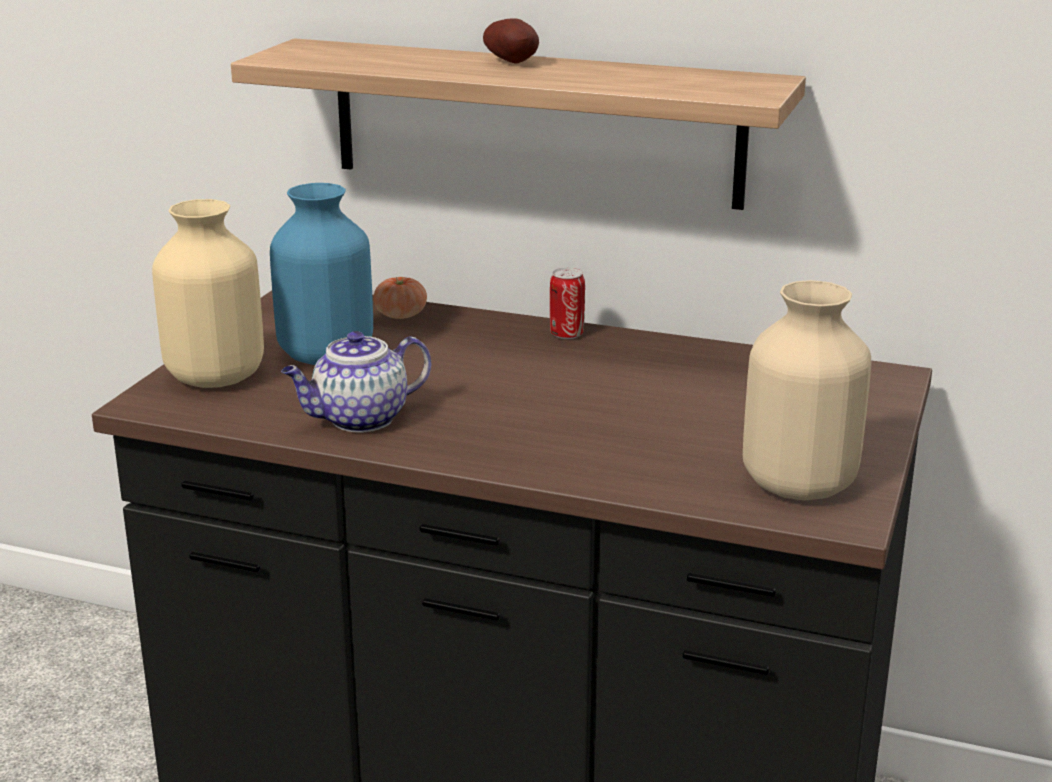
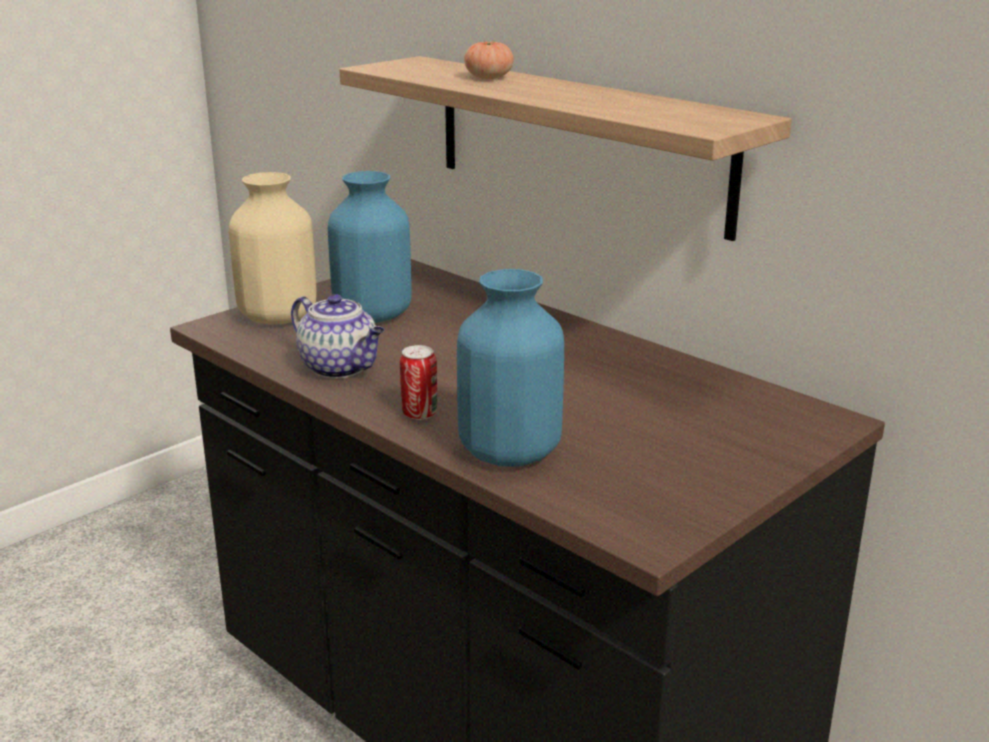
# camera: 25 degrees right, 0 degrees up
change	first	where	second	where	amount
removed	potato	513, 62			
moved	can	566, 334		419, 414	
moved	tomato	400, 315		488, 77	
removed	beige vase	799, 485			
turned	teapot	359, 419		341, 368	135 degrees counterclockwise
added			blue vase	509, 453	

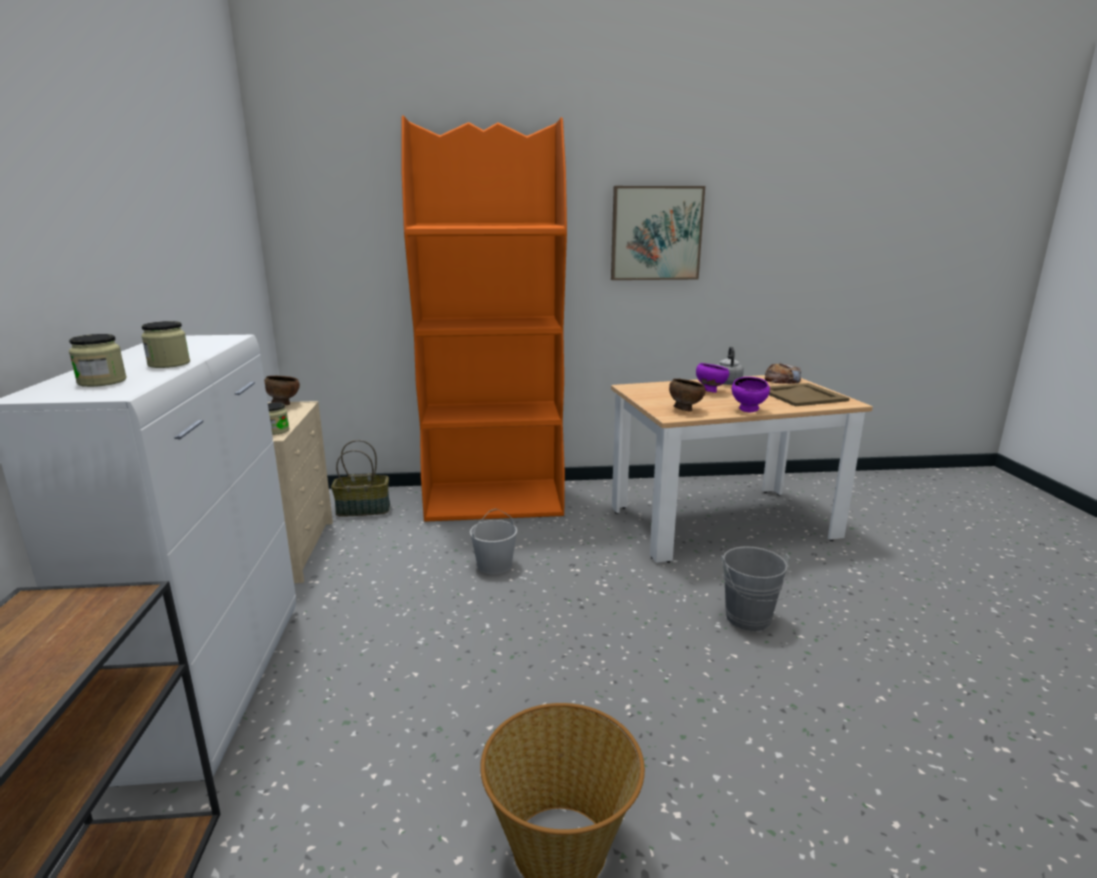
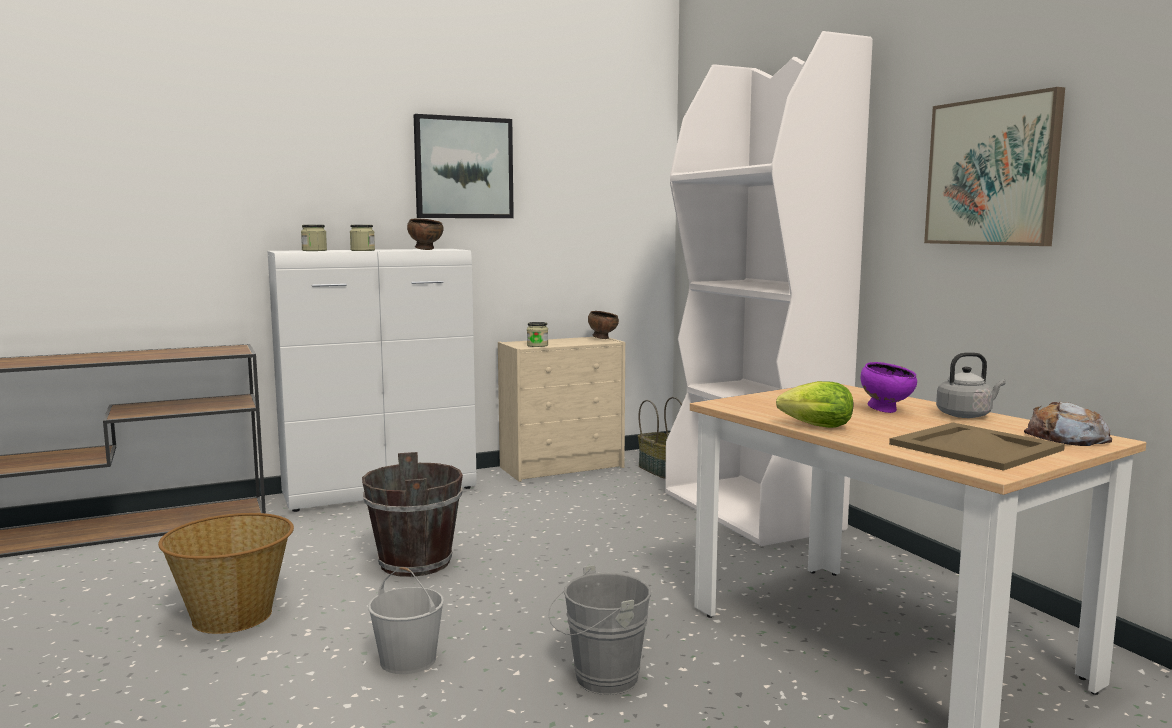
# camera: 70 degrees right, 10 degrees down
change	first	where	second	where	amount
recoloured	orange bookcase	495, 501	white bookcase	752, 511	
replaced	purple bowl	749, 410	lettuce	812, 426	
moved	brown bowl	685, 410		426, 249	
moved	white bucket	495, 565		409, 660	
added			picture	463, 168	
added			brown bucket	416, 563	

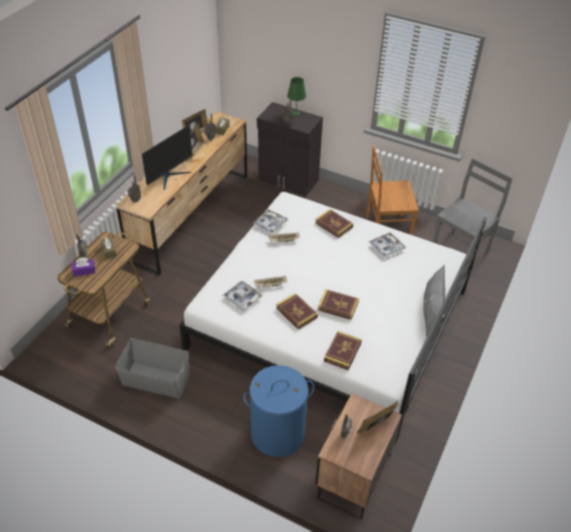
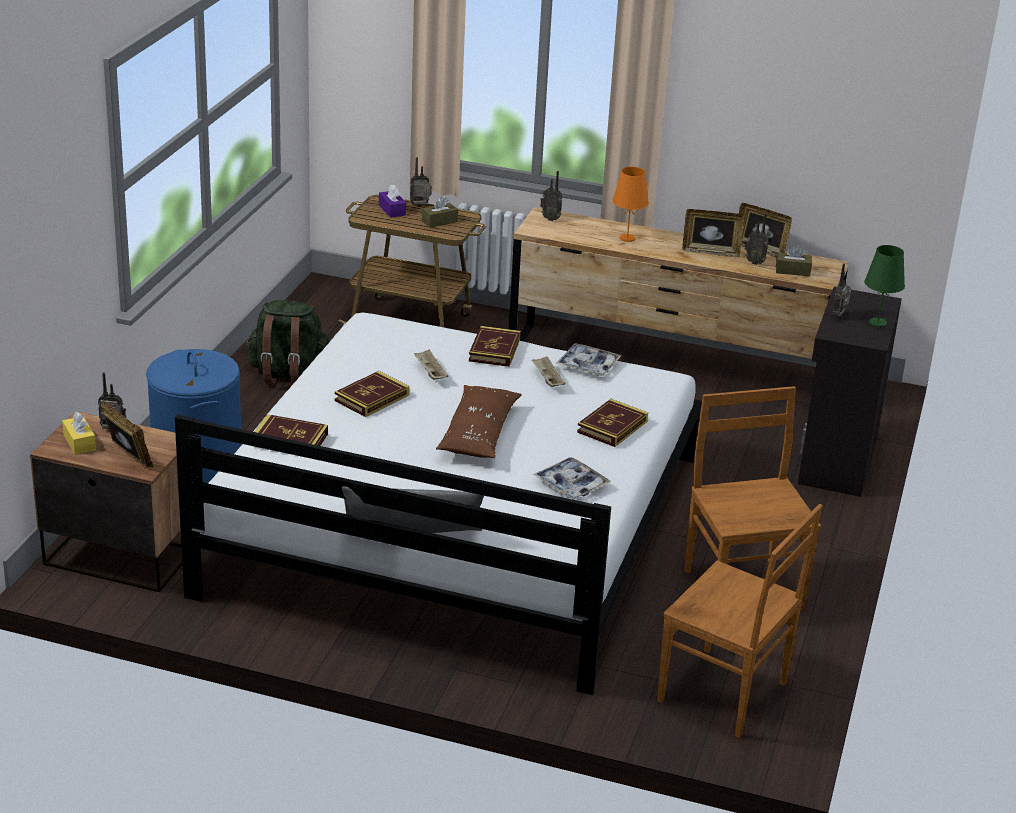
# camera: 80 degrees right, 15 degrees down
change	first	where	second	where	amount
replaced	monitor	169, 176	orange table lamp	627, 238	
recoloured	grey chair	460, 249	brown chair	726, 694	
removed	tray	242, 298			
moved	book	338, 306		494, 350	
replaced	grey storage box	156, 380	green backpack	288, 374	
added			brown pillow	478, 433	
added			yellow tissue box	79, 442	

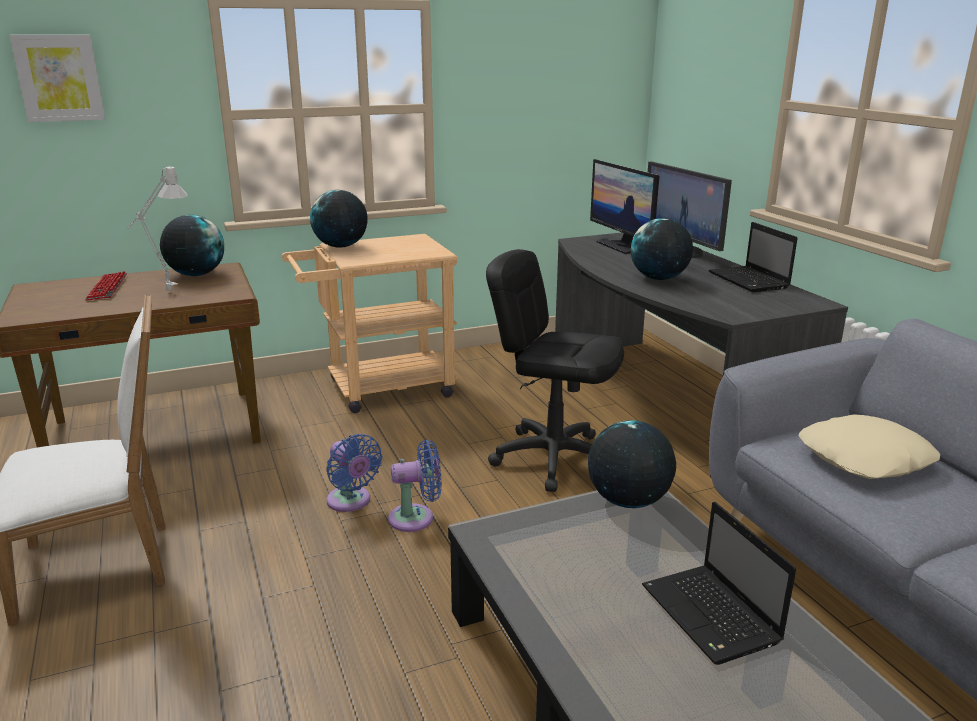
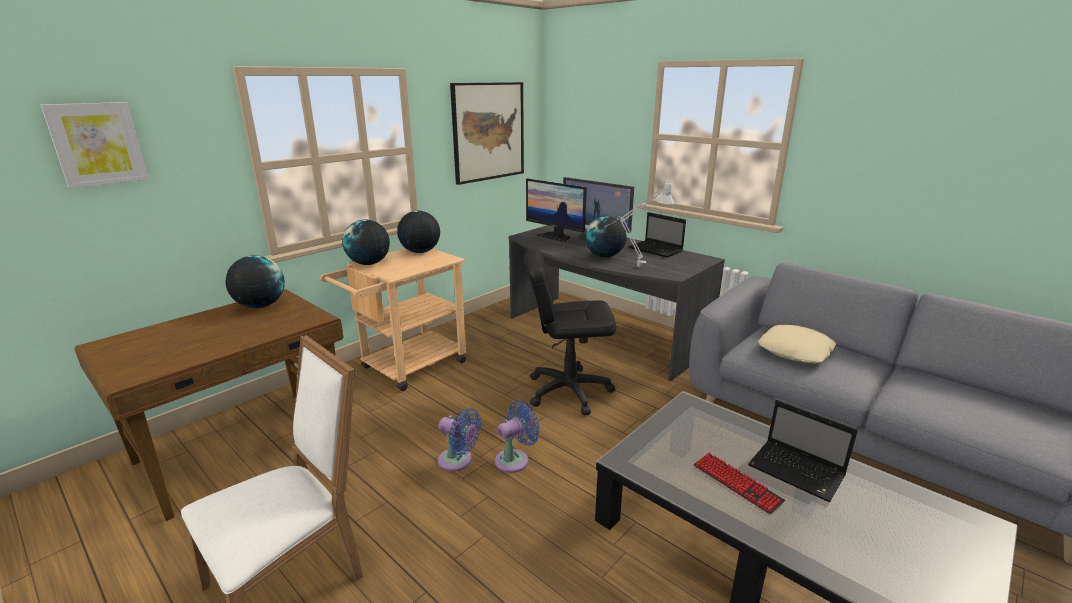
# camera: 25 degrees left, 0 degrees up
change	first	where	second	where	amount
moved	grey table lamp	165, 290		633, 267	
moved	keyboard	107, 288		736, 483	
moved	globe	628, 501		420, 252	
added			picture	488, 131	

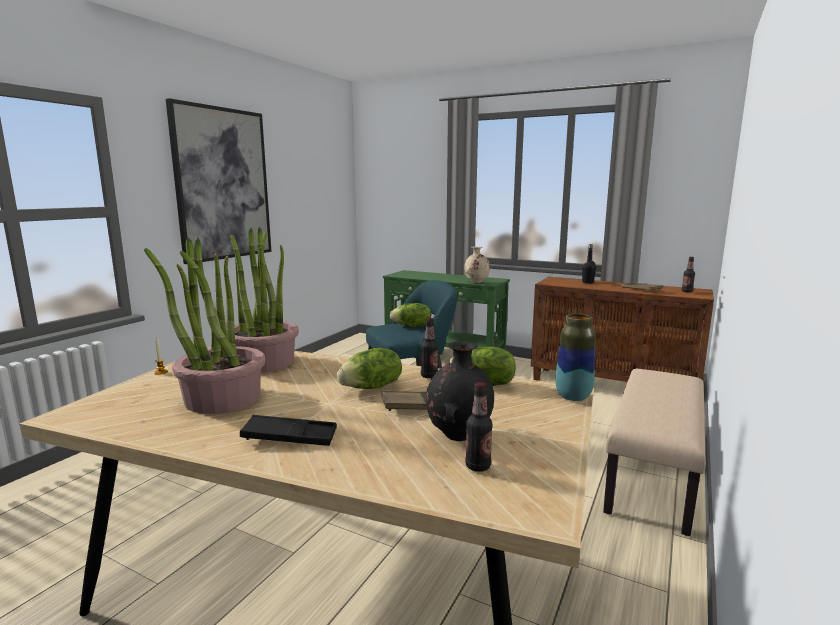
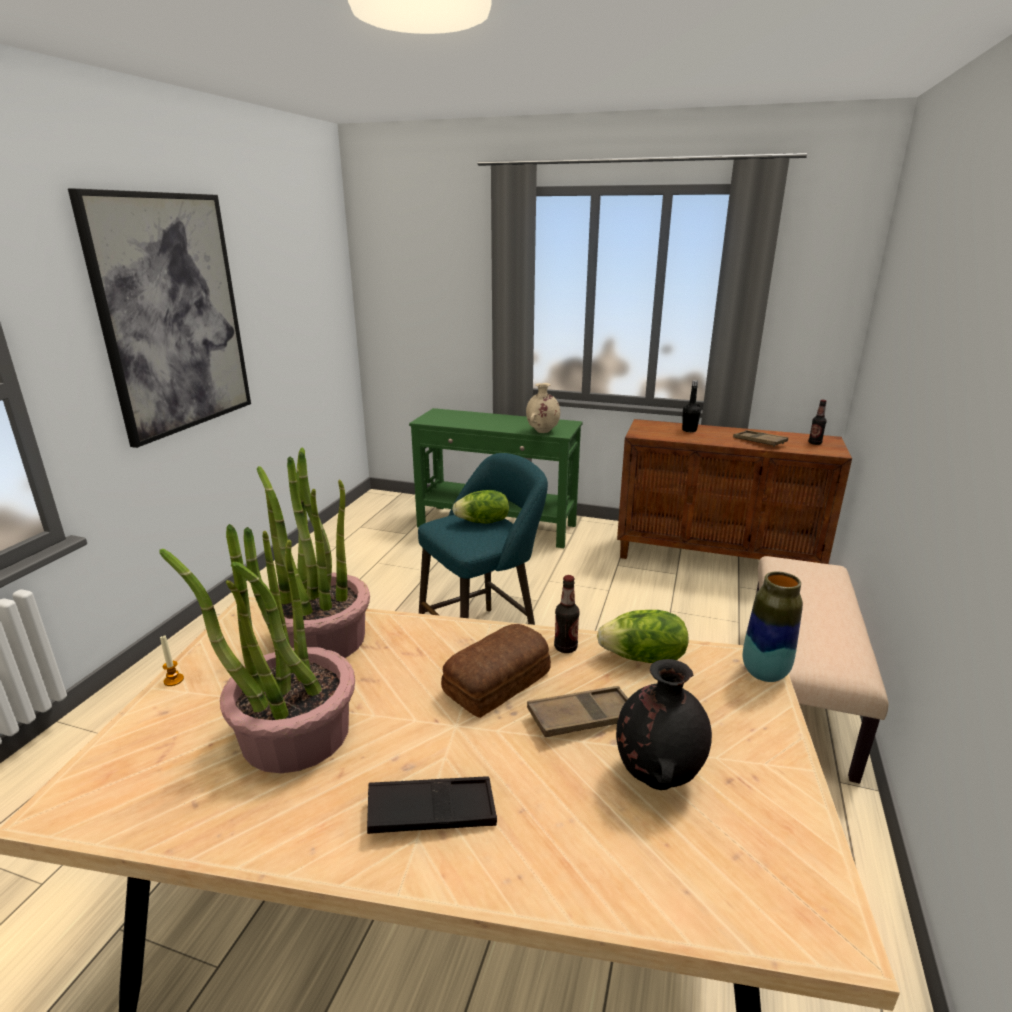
# camera: 10 degrees left, 10 degrees up
change	first	where	second	where	amount
replaced	lettuce	372, 387	bread	499, 682	
removed	bottle	478, 466			

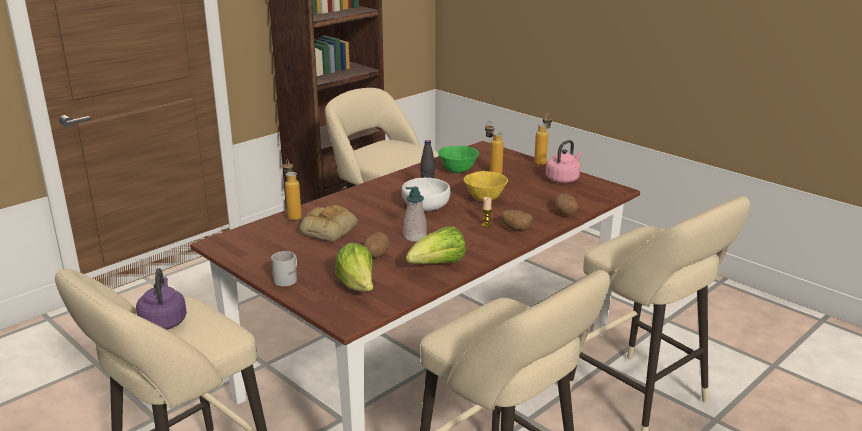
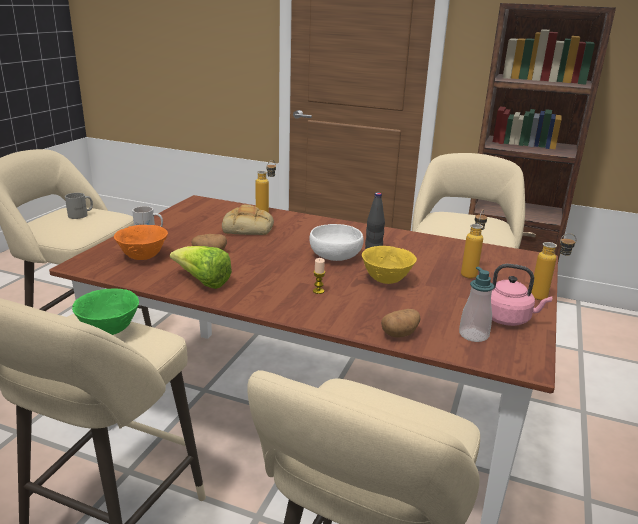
# camera: 65 degrees right, 0 degrees up
change	first	where	second	where	amount
moved	green bowl	457, 171		109, 330	
moved	soap dispenser	415, 237		473, 335	
removed	potato	516, 229			
replaced	lettuce	358, 286	orange bowl	143, 257	
replaced	purple kettle	163, 321	grey mug	81, 215	

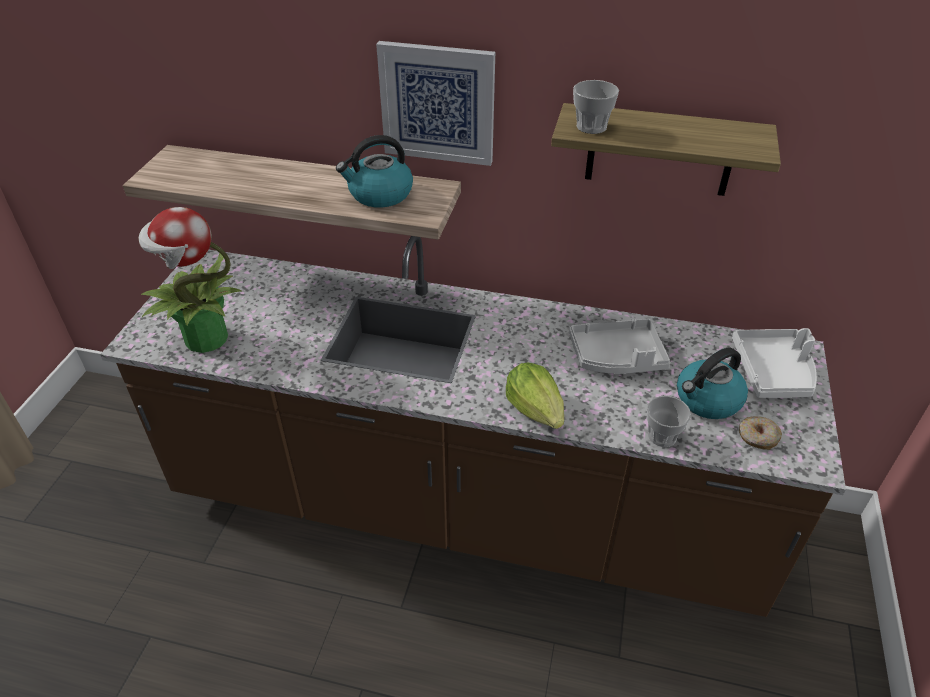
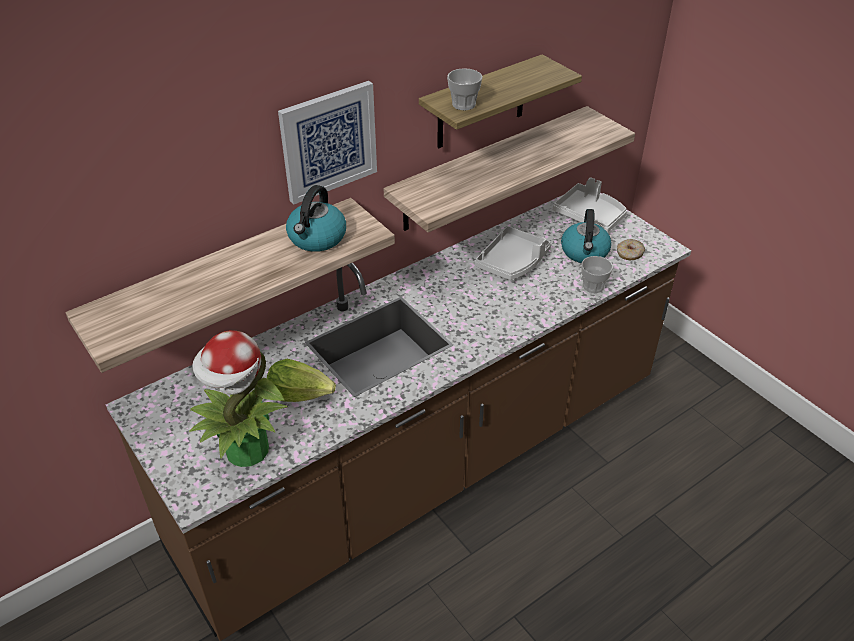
# camera: 50 degrees left, 0 degrees up
change	first	where	second	where	amount
moved	lettuce	536, 409		300, 393	
added			shelf	490, 168	

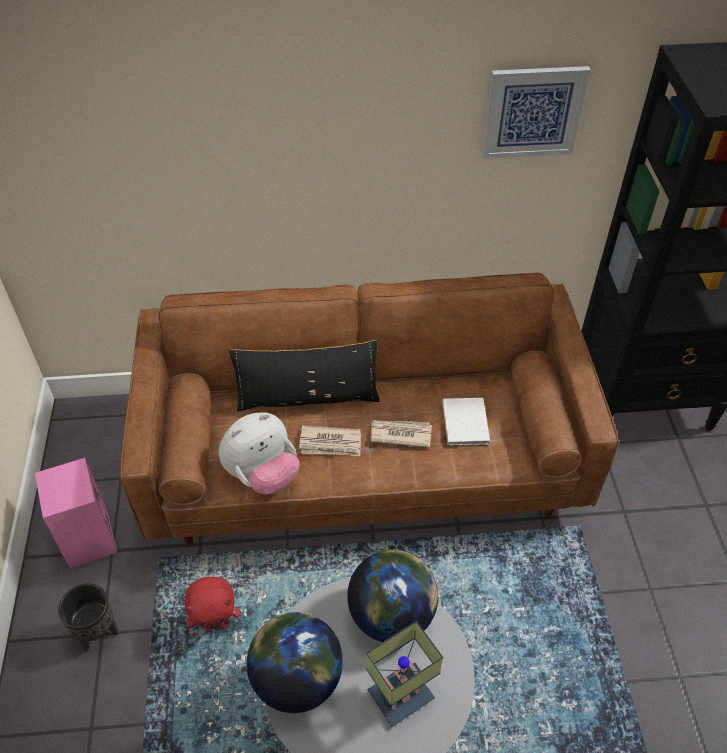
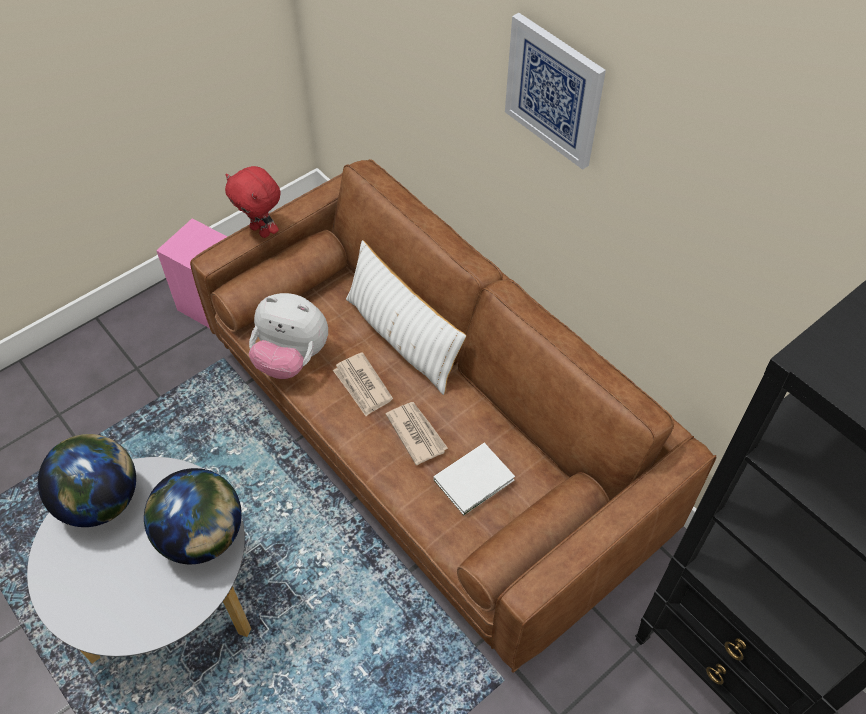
# camera: 55 degrees right, 5 degrees up
change	first	where	second	where	amount
moved	picture	533, 112		554, 90	
recoloured	black pillow	307, 398	white pillow	402, 338	
moved	red plush toy	217, 625		261, 231	
removed	black planter	98, 632			
removed	table lamp	400, 699			

